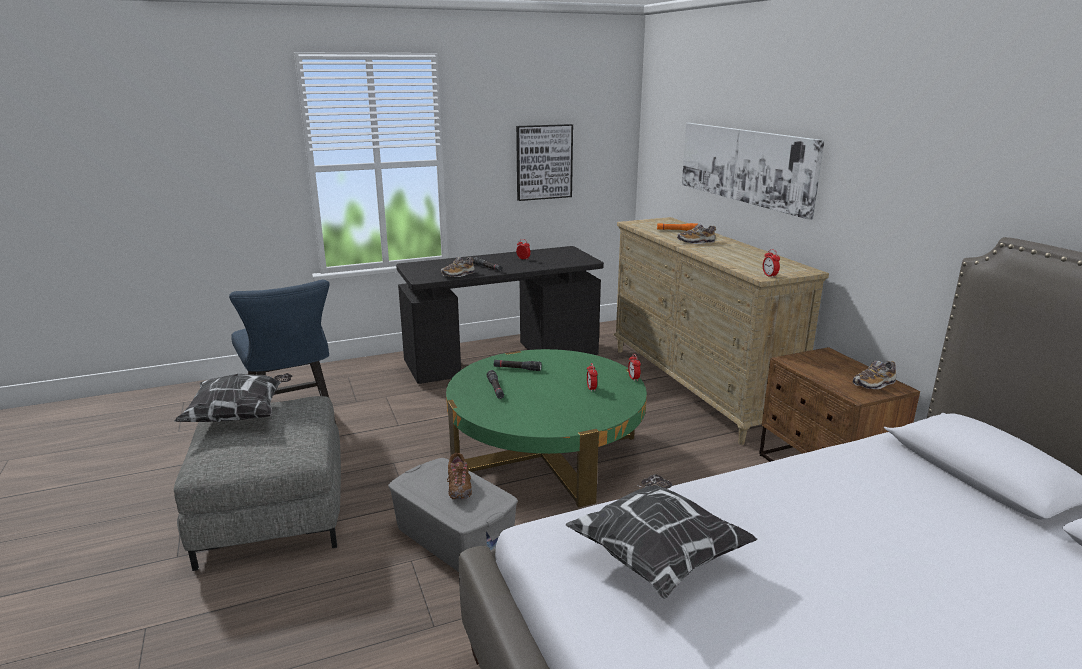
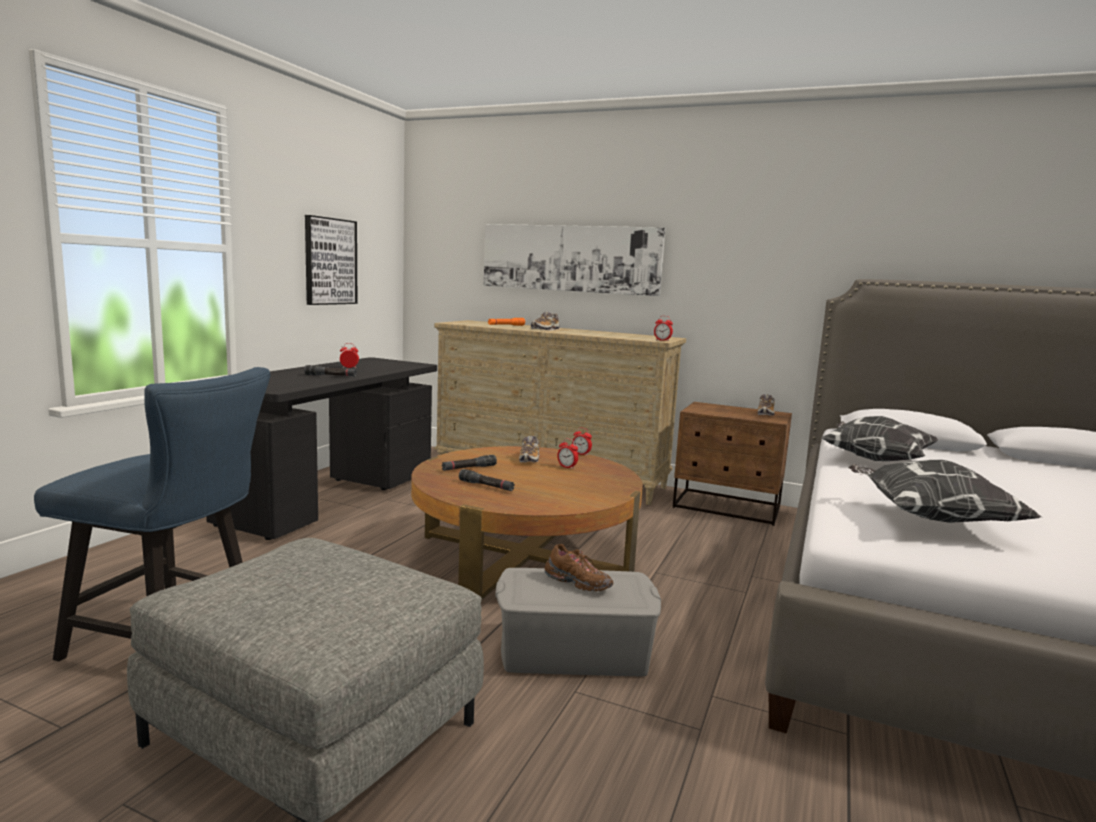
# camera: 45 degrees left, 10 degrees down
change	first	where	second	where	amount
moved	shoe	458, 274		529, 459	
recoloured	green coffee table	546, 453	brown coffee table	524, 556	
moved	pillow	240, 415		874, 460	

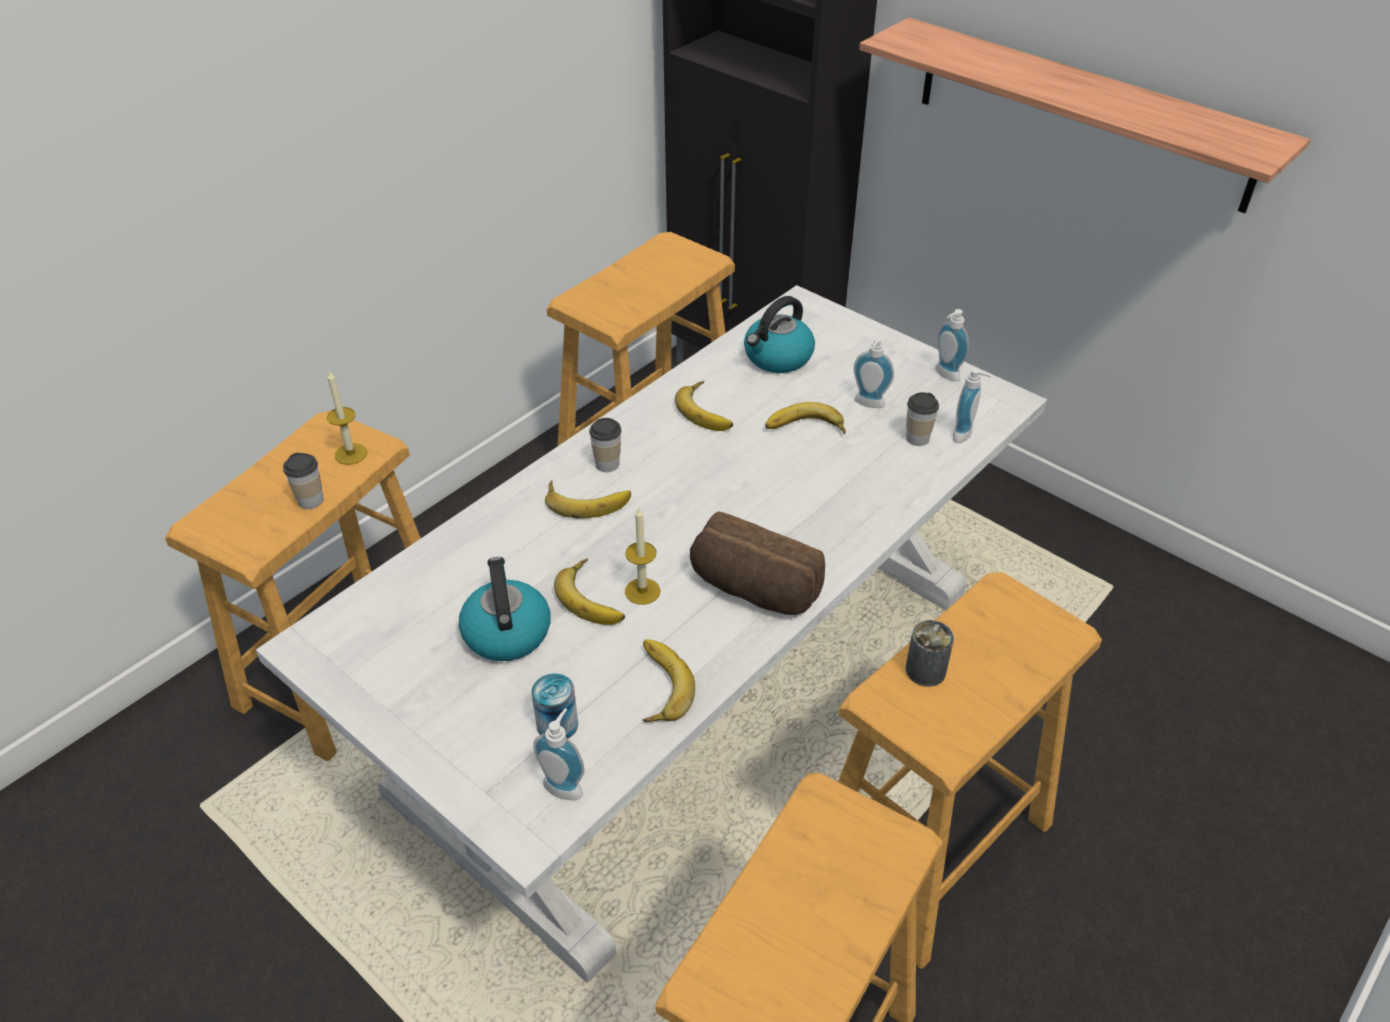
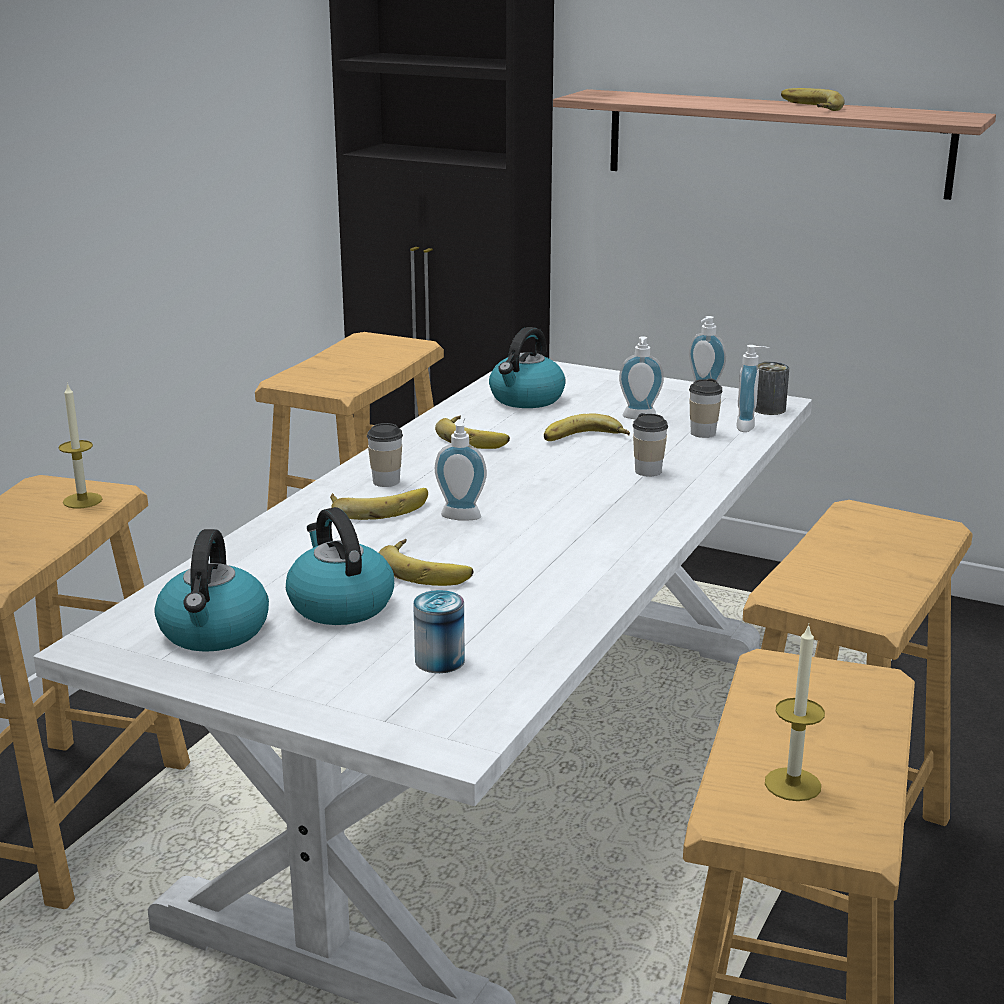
# camera: 15 degrees left, 20 degrees down
change	first	where	second	where	amount
moved	cup	310, 500		648, 471	
moved	candle	642, 591		792, 784	
removed	bread	753, 590			
moved	can	925, 670		768, 409	
moved	banana	656, 686		807, 107	
moved	soap dispenser	565, 785		462, 514	
added			kettle	214, 632	

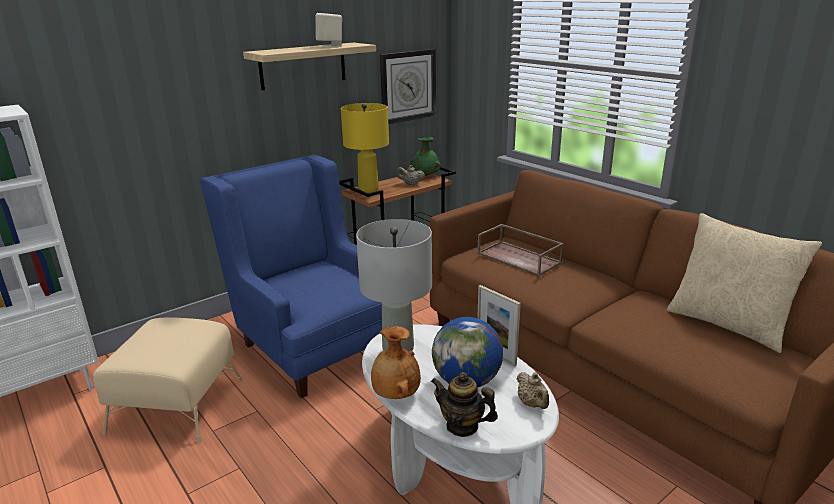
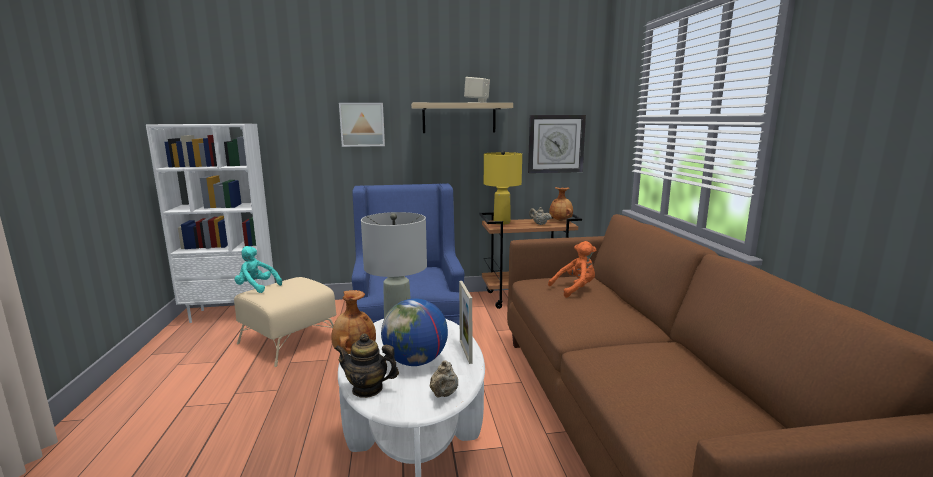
# camera: 30 degrees right, 10 degrees down
change	first	where	second	where	amount
recoloured	green vase	426, 175	brown vase	561, 221	
removed	beige pillow	727, 324			
replaced	brown tray	520, 258	orange plush toy	575, 289	
turned	teapot	462, 426		367, 389	45 degrees counterclockwise
added			picture	362, 124	
added			turquoise plush toy	256, 287	

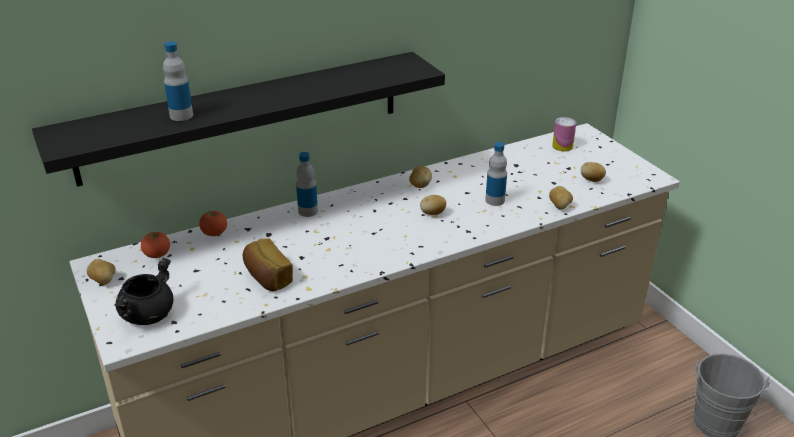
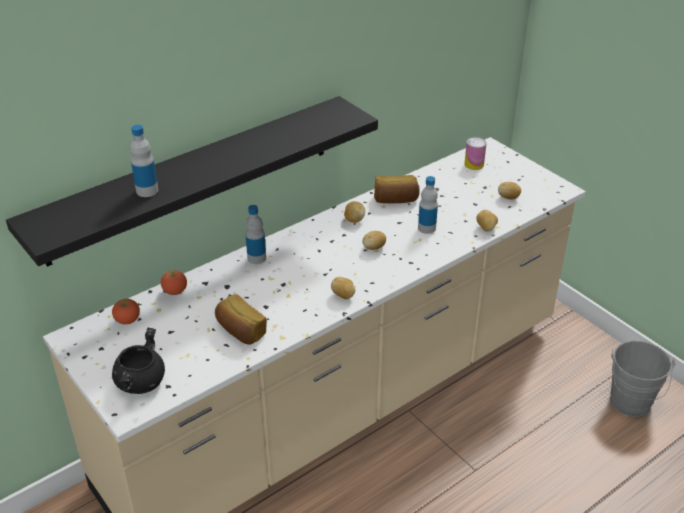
# camera: 10 degrees left, 5 degrees up
change	first	where	second	where	amount
moved	potato	104, 281		343, 295	
added			bread	395, 199	

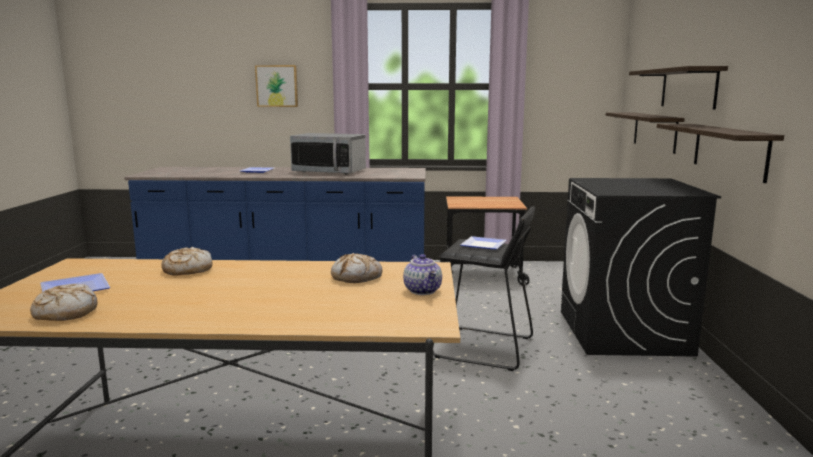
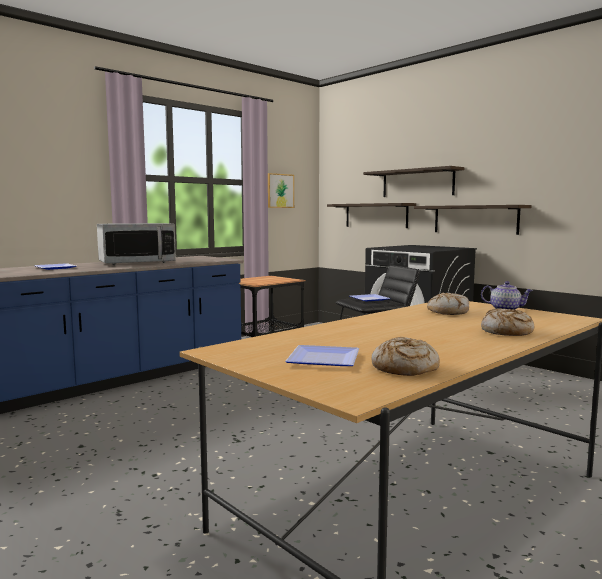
# camera: 45 degrees left, 5 degrees down
change	first	where	second	where	amount
moved	picture	277, 86		279, 191	
moved	bread	187, 270		506, 332	

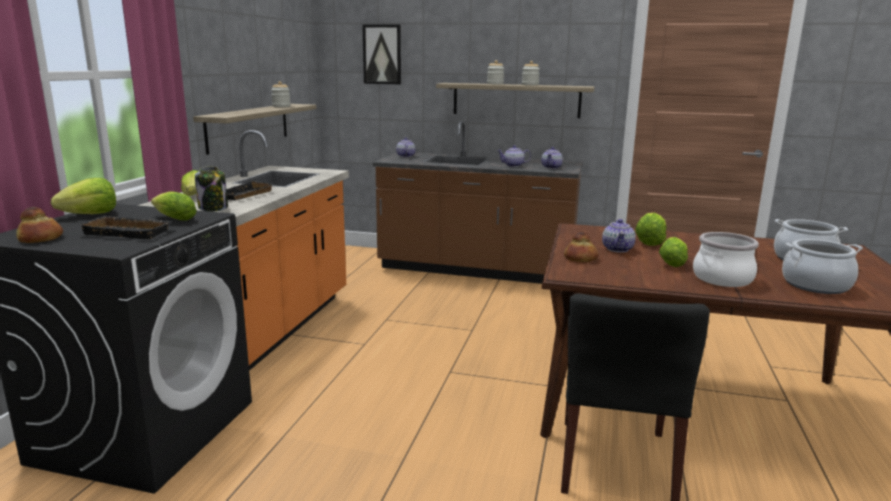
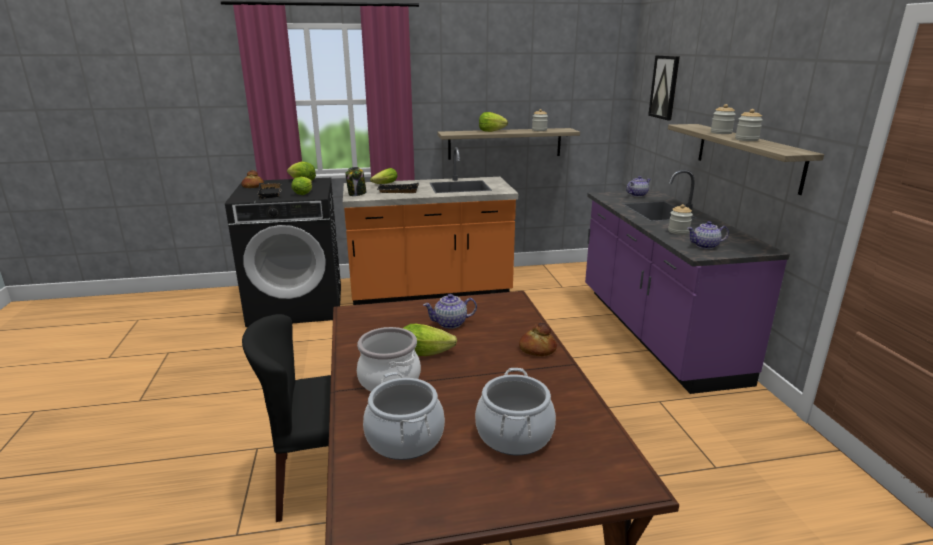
# camera: 65 degrees right, 5 degrees up
change	first	where	second	where	amount
recoloured	brown counter	476, 270	purple counter	655, 333	
replaced	teapot	513, 165	jar	678, 231	
moved	lettuce	650, 242		491, 131	
moved	bread	581, 258		536, 349	

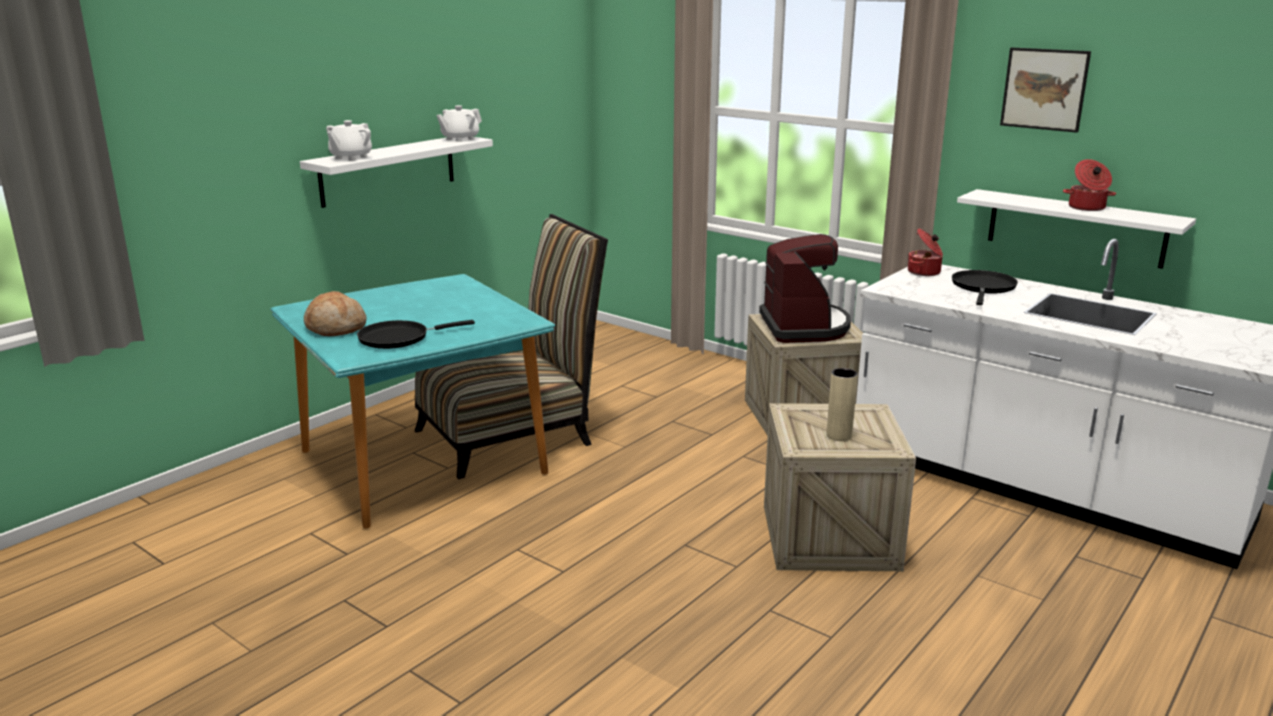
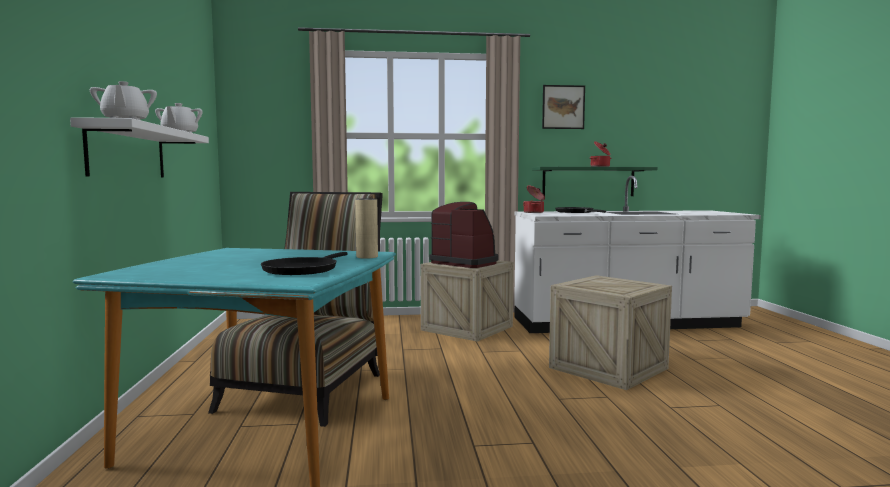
# camera: 45 degrees left, 15 degrees down
change	first	where	second	where	amount
recoloured	white shelf	1075, 228	green shelf	588, 181	
removed	bread	336, 327			
moved	beige vase	839, 436		367, 257	

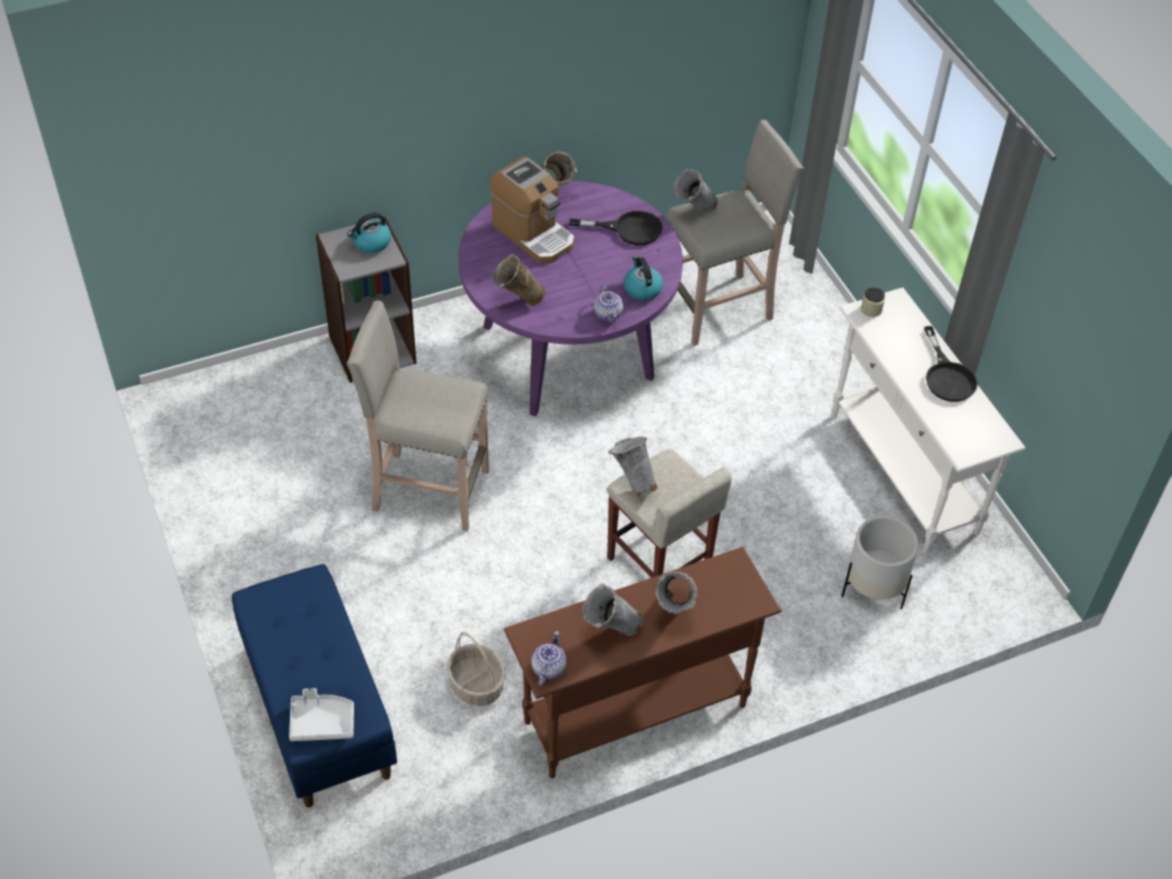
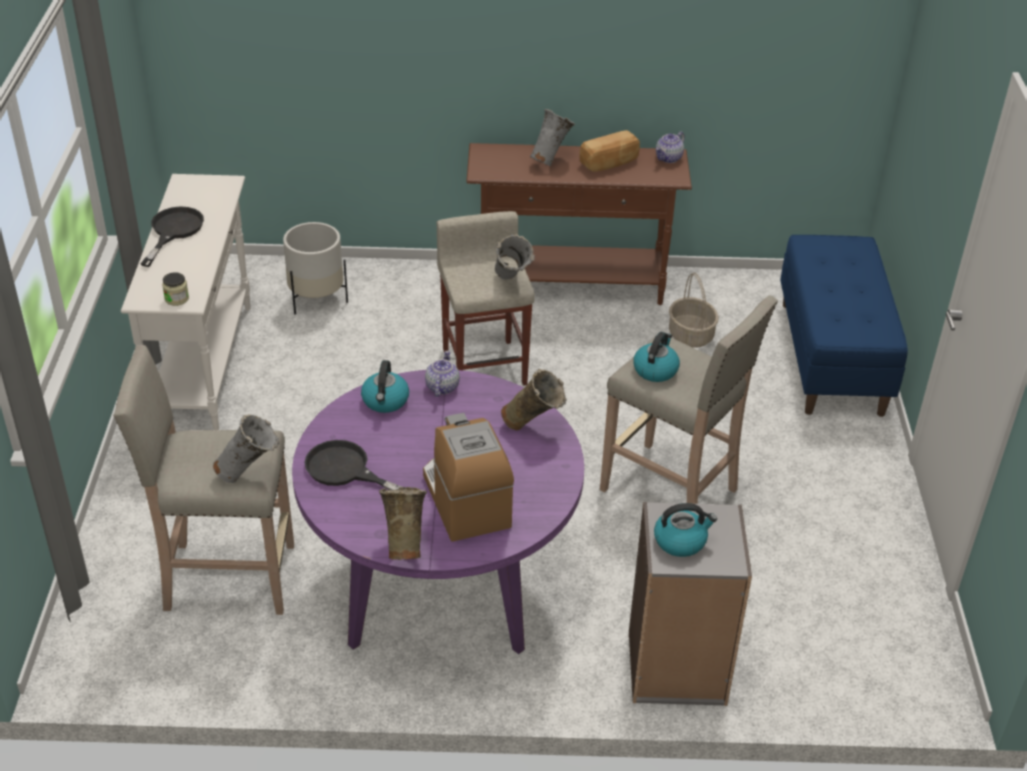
# camera: 155 degrees left, 10 degrees down
change	first	where	second	where	amount
replaced	grey vase	610, 633	bread	609, 163	
removed	grey tray	322, 722			
added			kettle	655, 369	

